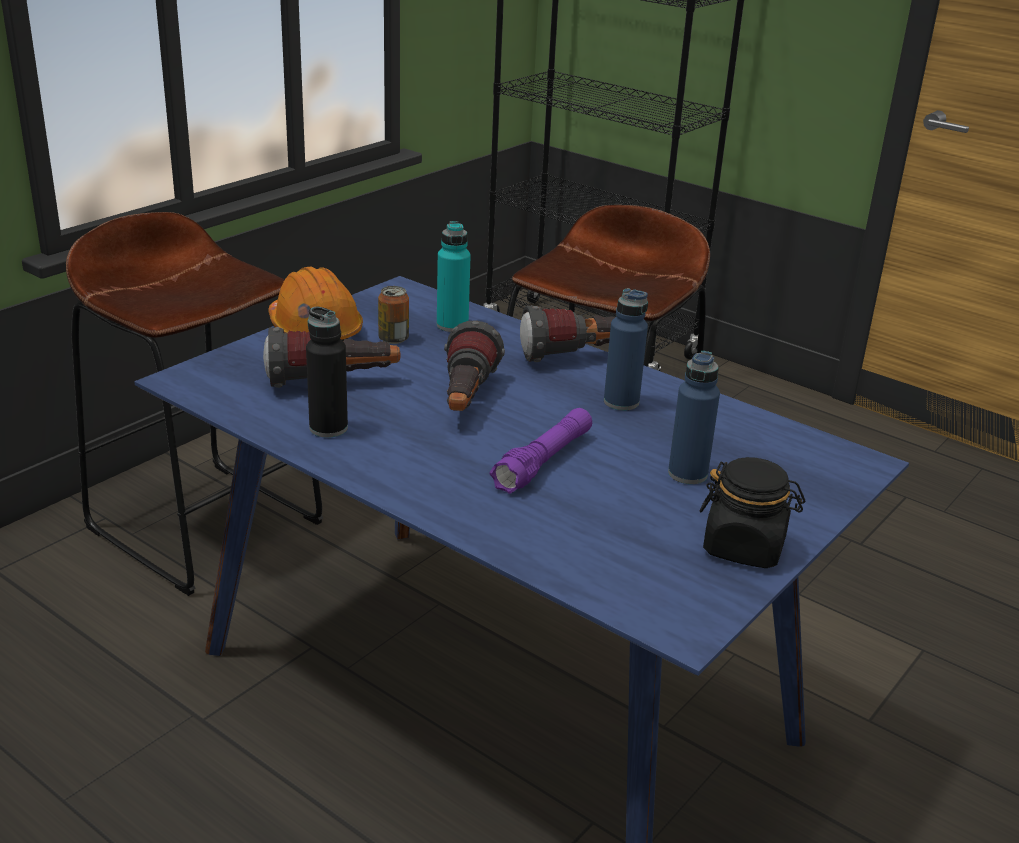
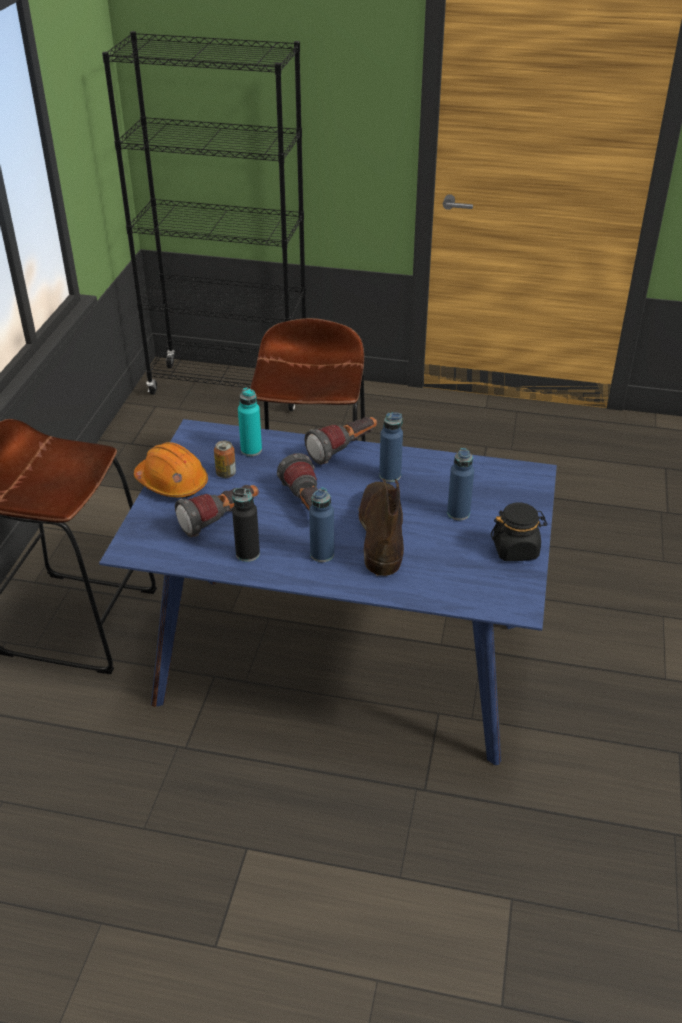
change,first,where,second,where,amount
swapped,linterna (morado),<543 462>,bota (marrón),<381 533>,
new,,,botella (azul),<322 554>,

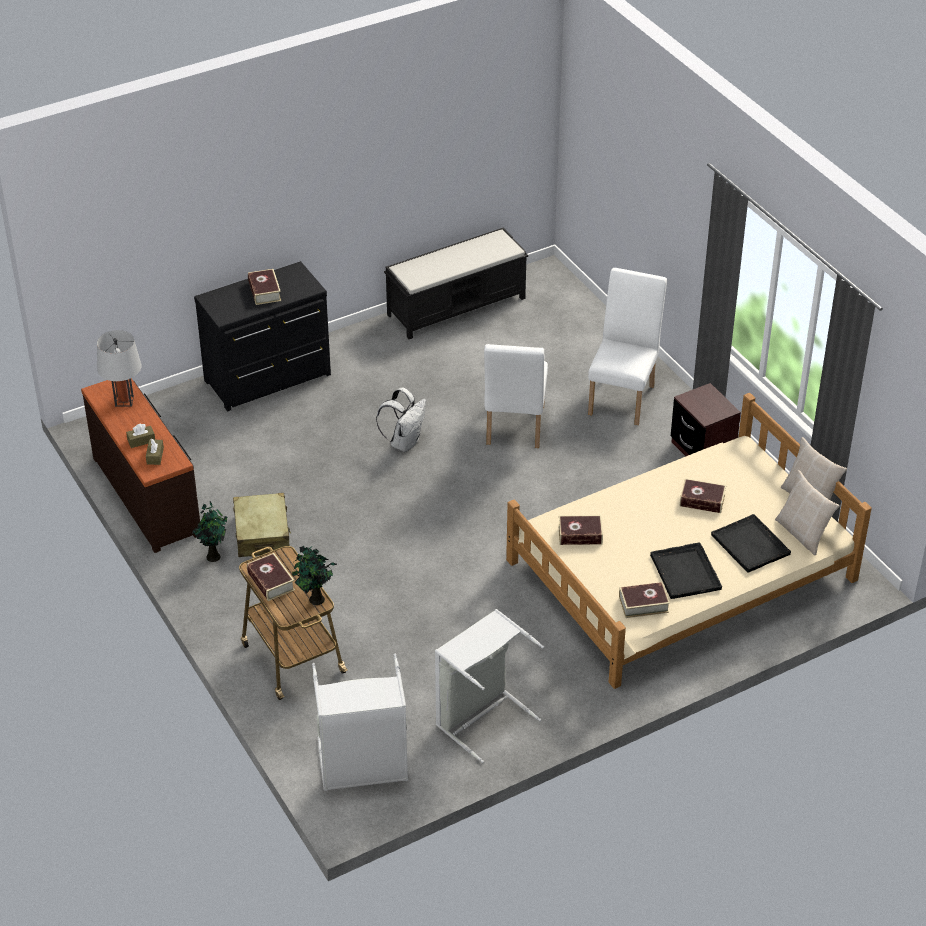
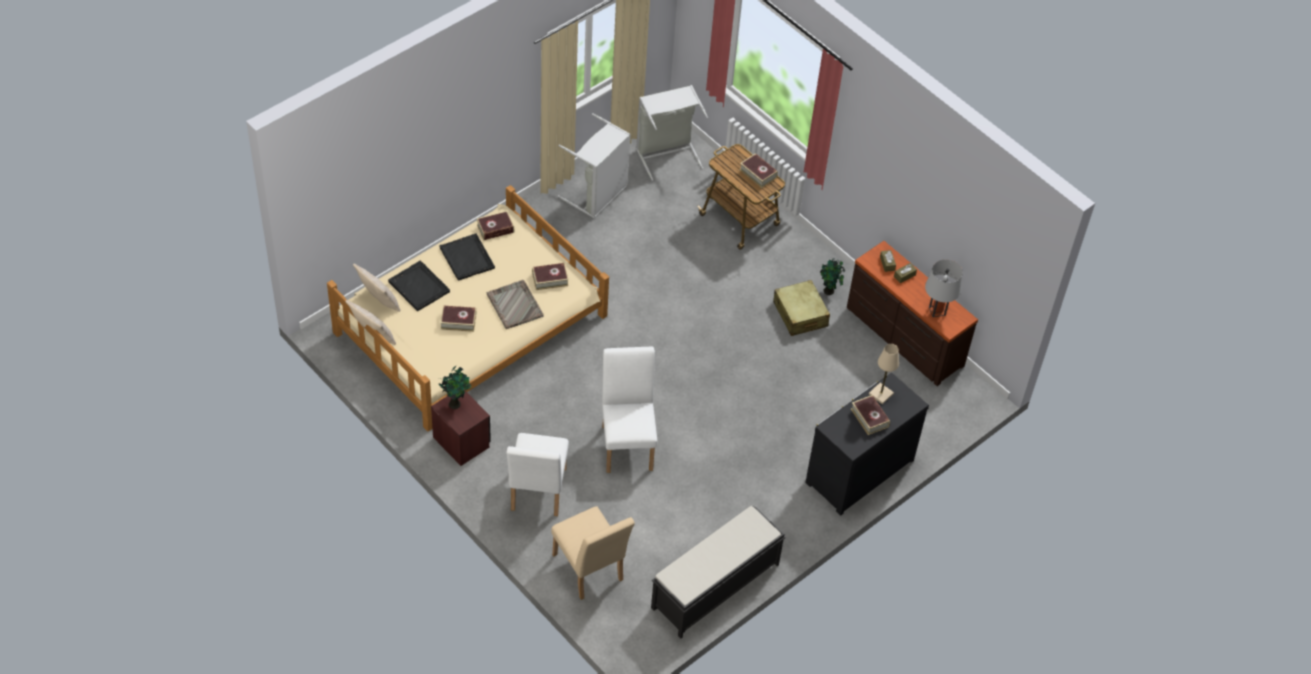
change,first,where,second,where,amount
shifted,planta en maceta,<315 600>,,<455 403>,
gone,mochila (blanco),<404 442>,,,
new,,,bandeja (gris),<514 305>,
new,,,silla (beis),<590 572>,
new,,,lámpara de mesa (beis),<881 394>,

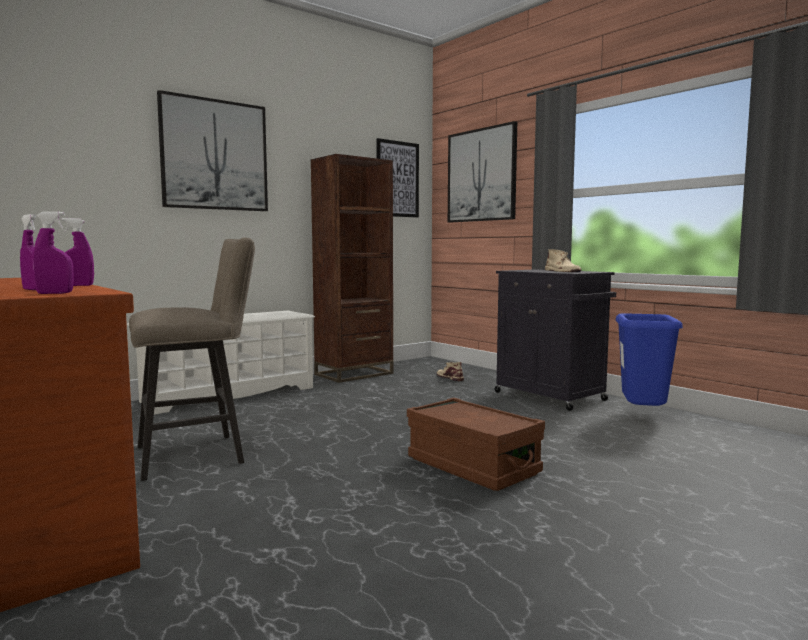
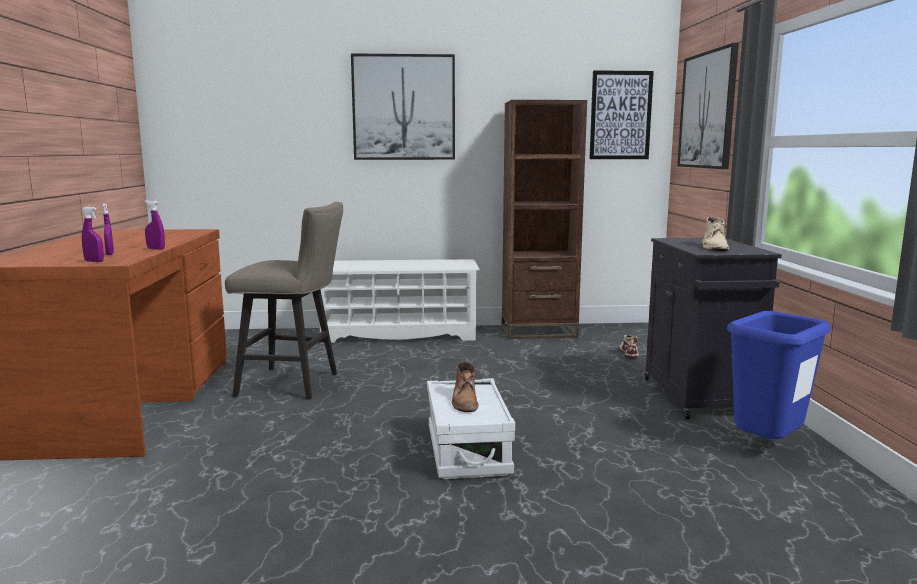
change,first,where,second,where,amount
repainted,caja de almacenaje (marrón),<472 466>,caja de almacenaje (blanco),<467 450>,
new,,,bota (marrón),<465 401>,

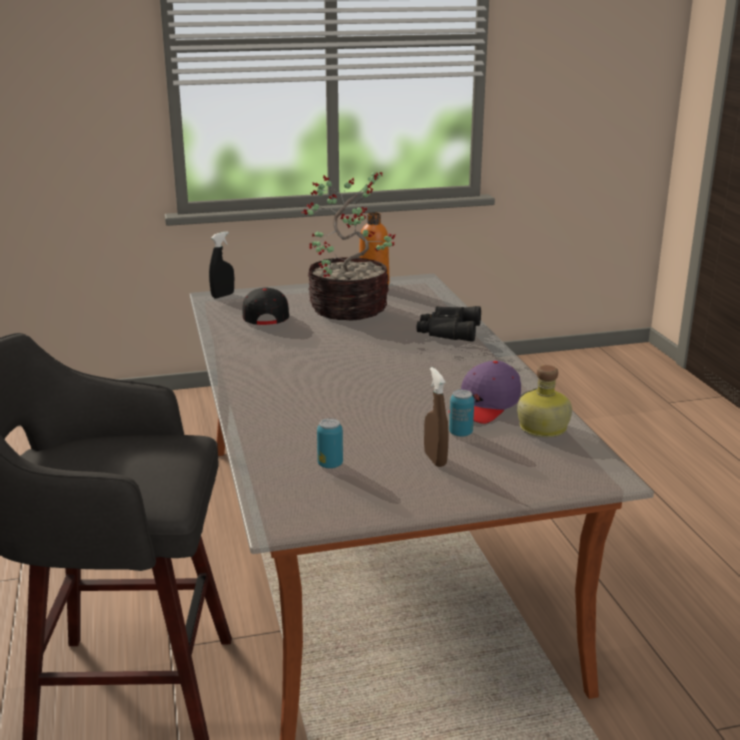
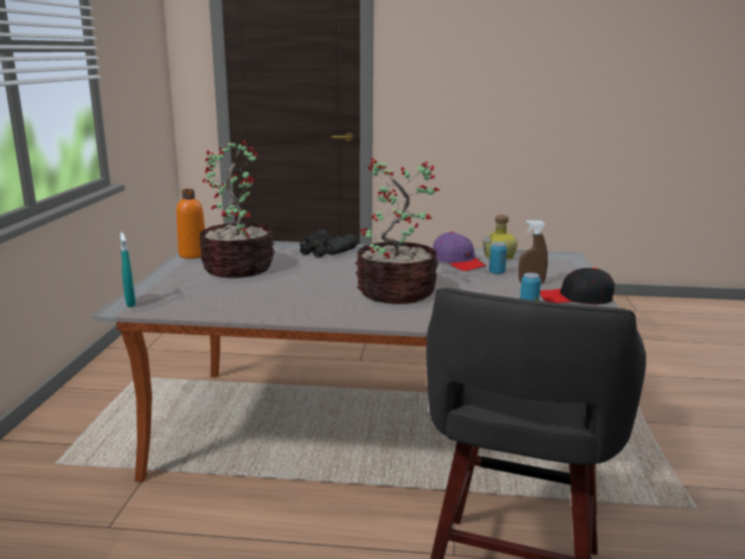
change,first,where,second,where,amount
repainted,pulverizador (negro),<223 295>,pulverizador (turquesa),<130 303>,
shifted,gorra (negro),<265 316>,,<576 298>,
new,,,planta en maceta,<394 293>,

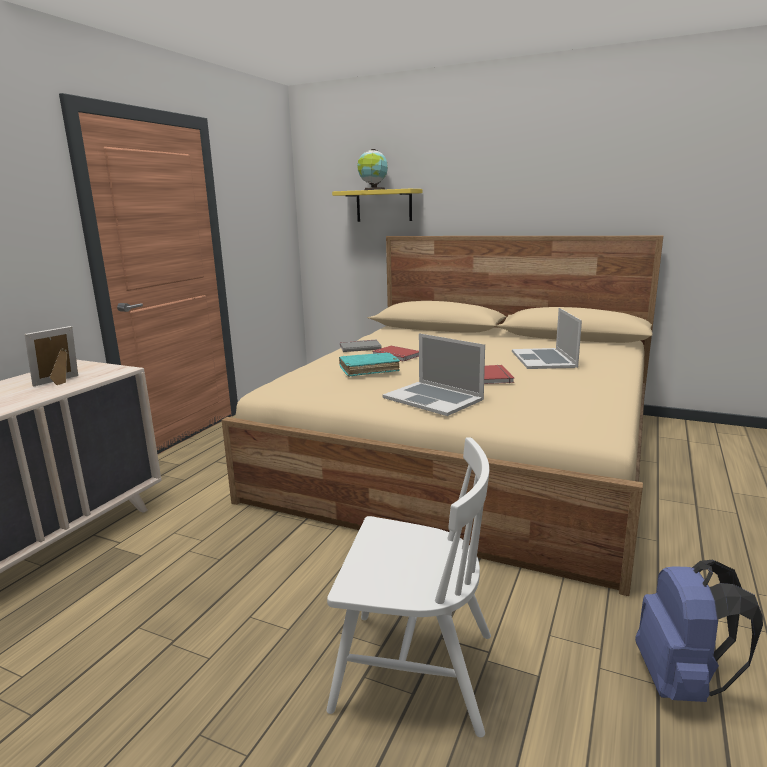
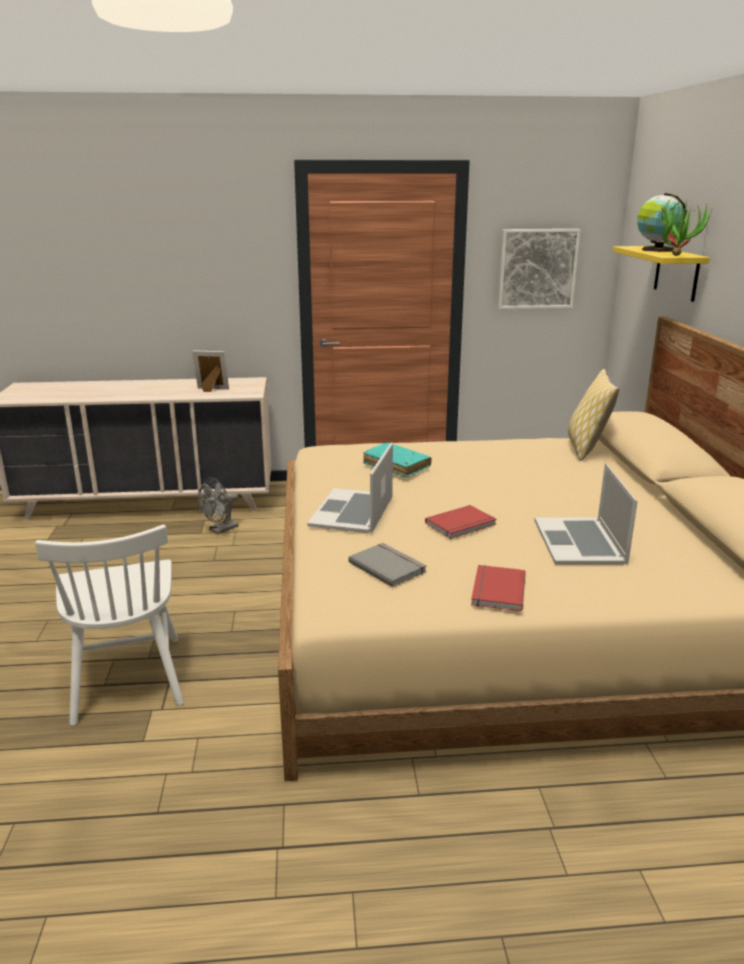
change,first,where,second,where,amount
shifted,libro (gris),<359 347>,,<388 566>,
shifted,libro (rojo),<396 355>,,<496 590>,
rotated,portátil,<544 359>,,<579 541>,60 degrees counterclockwise
gone,mochila (azul),<682 681>,,,
new,,,ventilador (gris),<220 530>,
new,,,cuadro,<537 269>,
new,,,cojín,<586 449>,
new,,,planta en maceta,<676 255>,

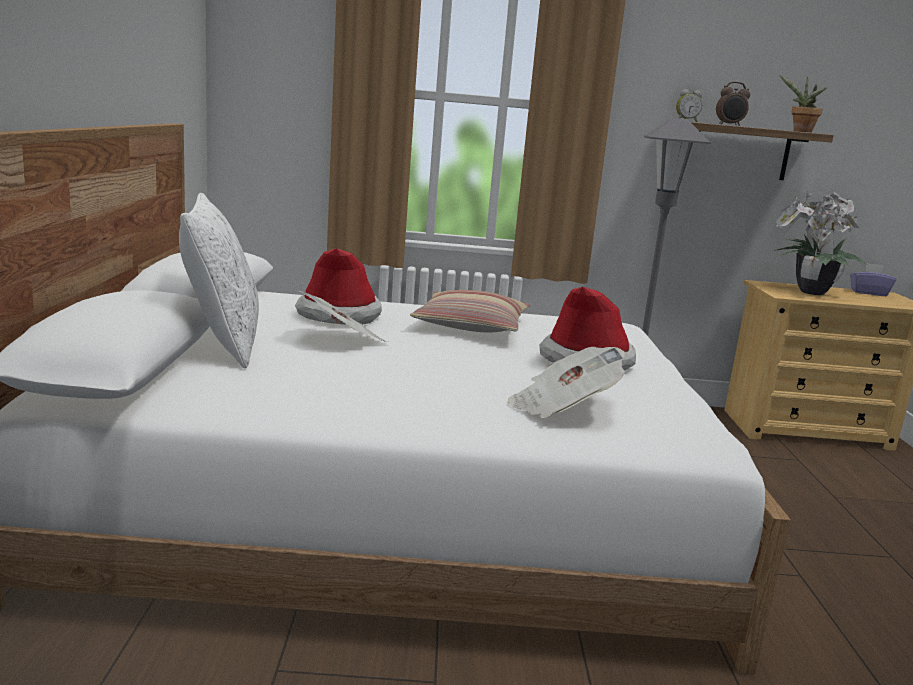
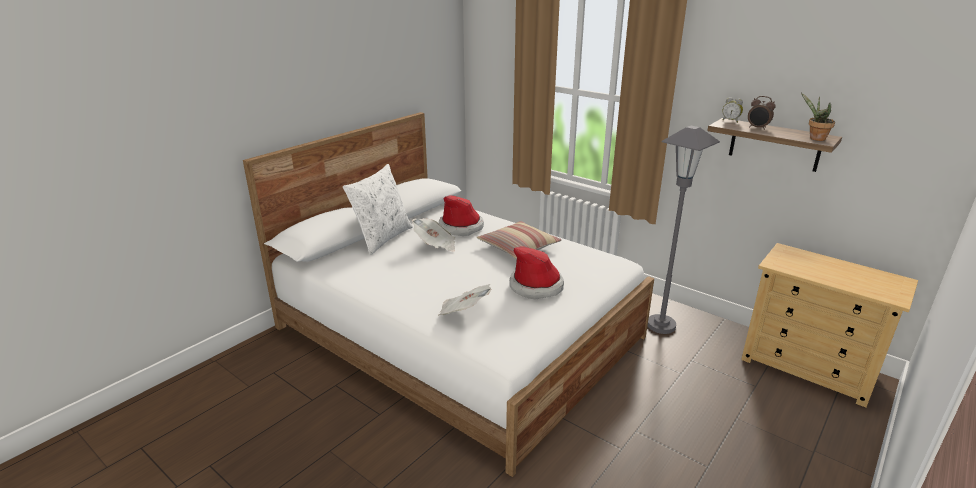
change,first,where,second,where,amount
gone,planta en maceta,<808 292>,,,
gone,caja de pañuelos (morado),<868 293>,,,

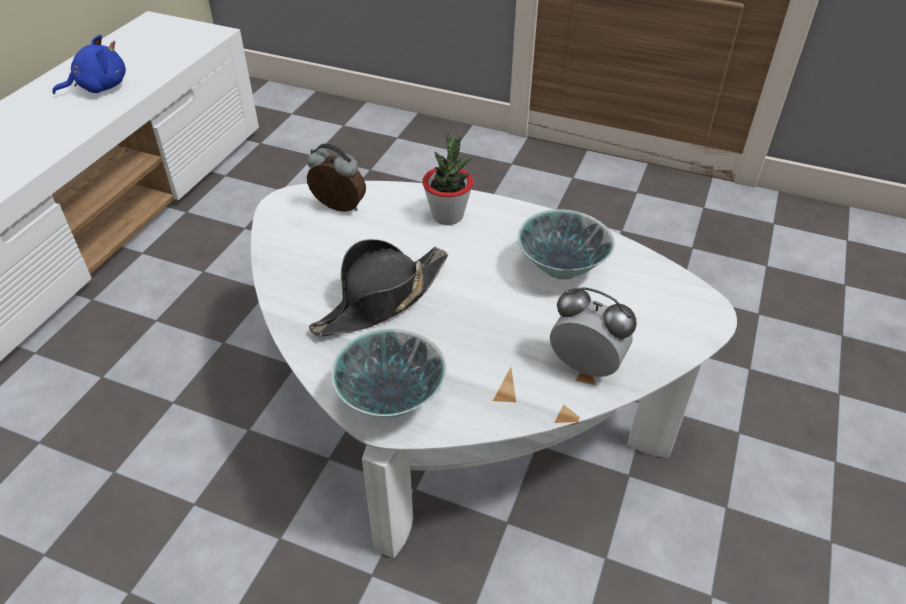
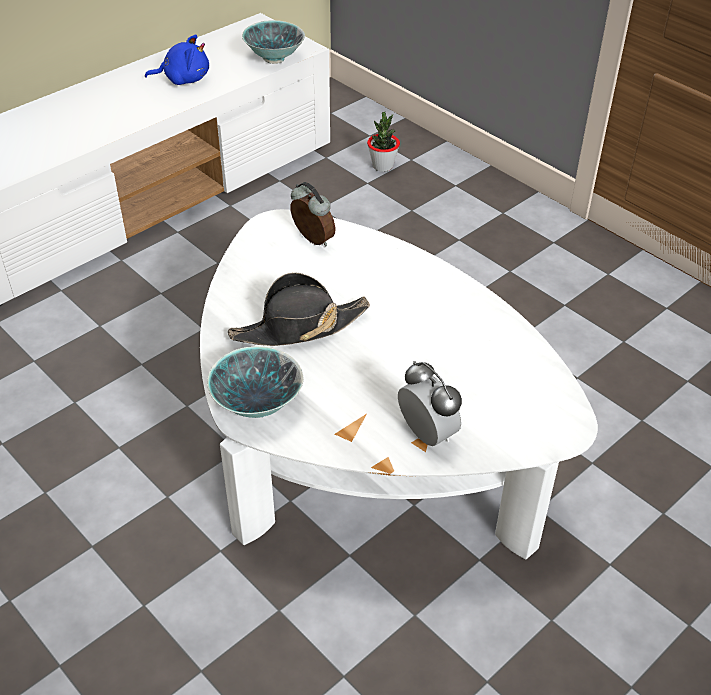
change,first,where,second,where,amount
shifted,planta en maceta,<448 216>,,<382 166>,
shifted,cuenco,<560 269>,,<274 59>,

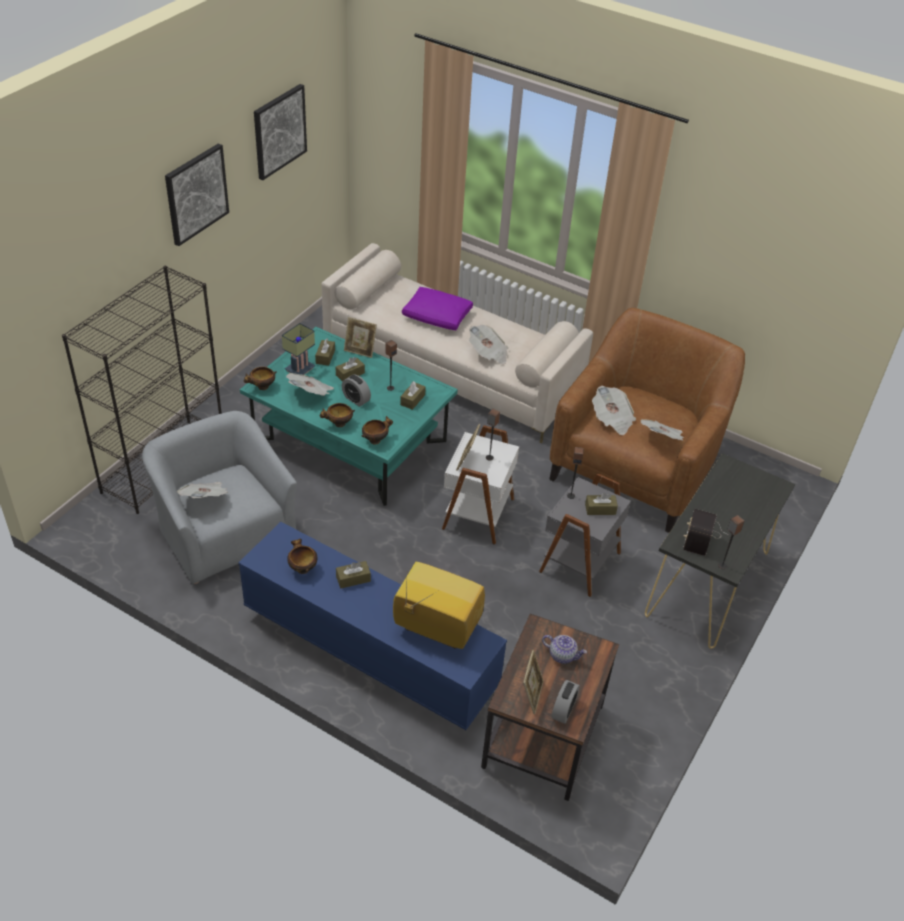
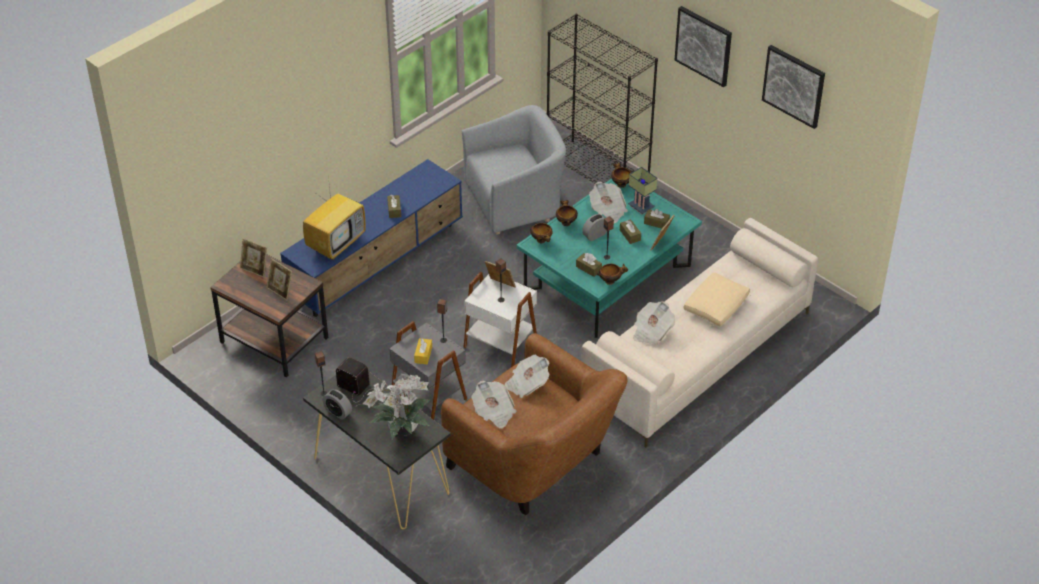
change,first,where,second,where,amount
gone,periódico,<205 499>,,,
shifted,cuenco,<302 568>,,<610 281>,
repainted,cojín (morado),<437 316>,cojín (beis),<715 306>,
swapped,tetera,<562 655>,portarretratos,<280 291>,
shifted,despertador,<563 710>,,<338 412>,
repainted,caja de pañuelos (marrón),<600 509>,caja de pañuelos (amarillo),<423 355>,
new,,,planta en maceta,<400 431>,

